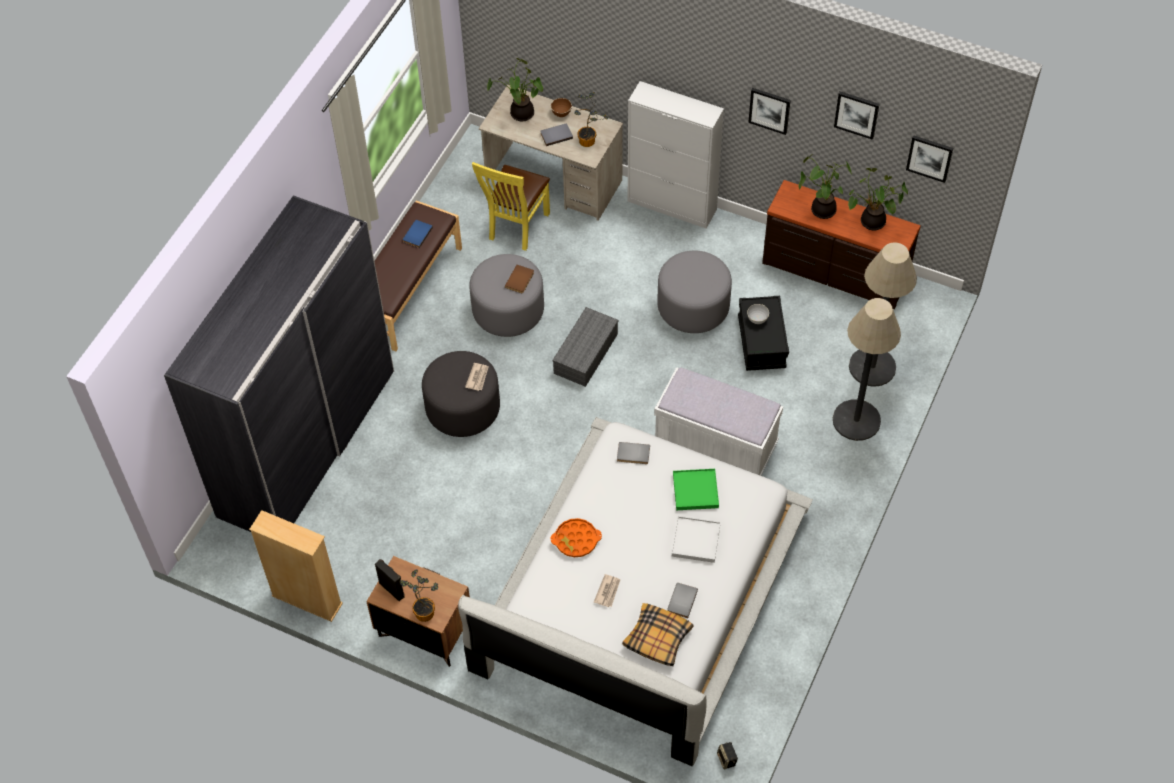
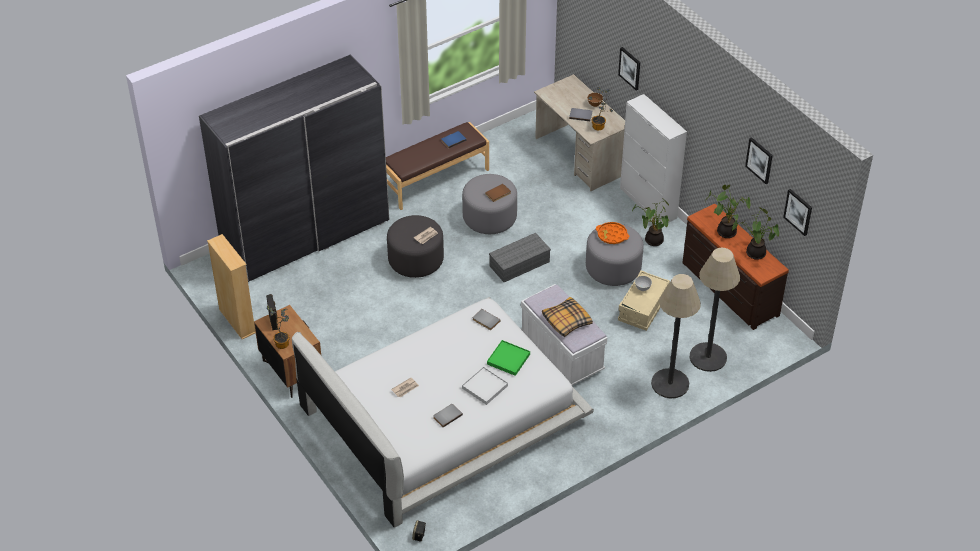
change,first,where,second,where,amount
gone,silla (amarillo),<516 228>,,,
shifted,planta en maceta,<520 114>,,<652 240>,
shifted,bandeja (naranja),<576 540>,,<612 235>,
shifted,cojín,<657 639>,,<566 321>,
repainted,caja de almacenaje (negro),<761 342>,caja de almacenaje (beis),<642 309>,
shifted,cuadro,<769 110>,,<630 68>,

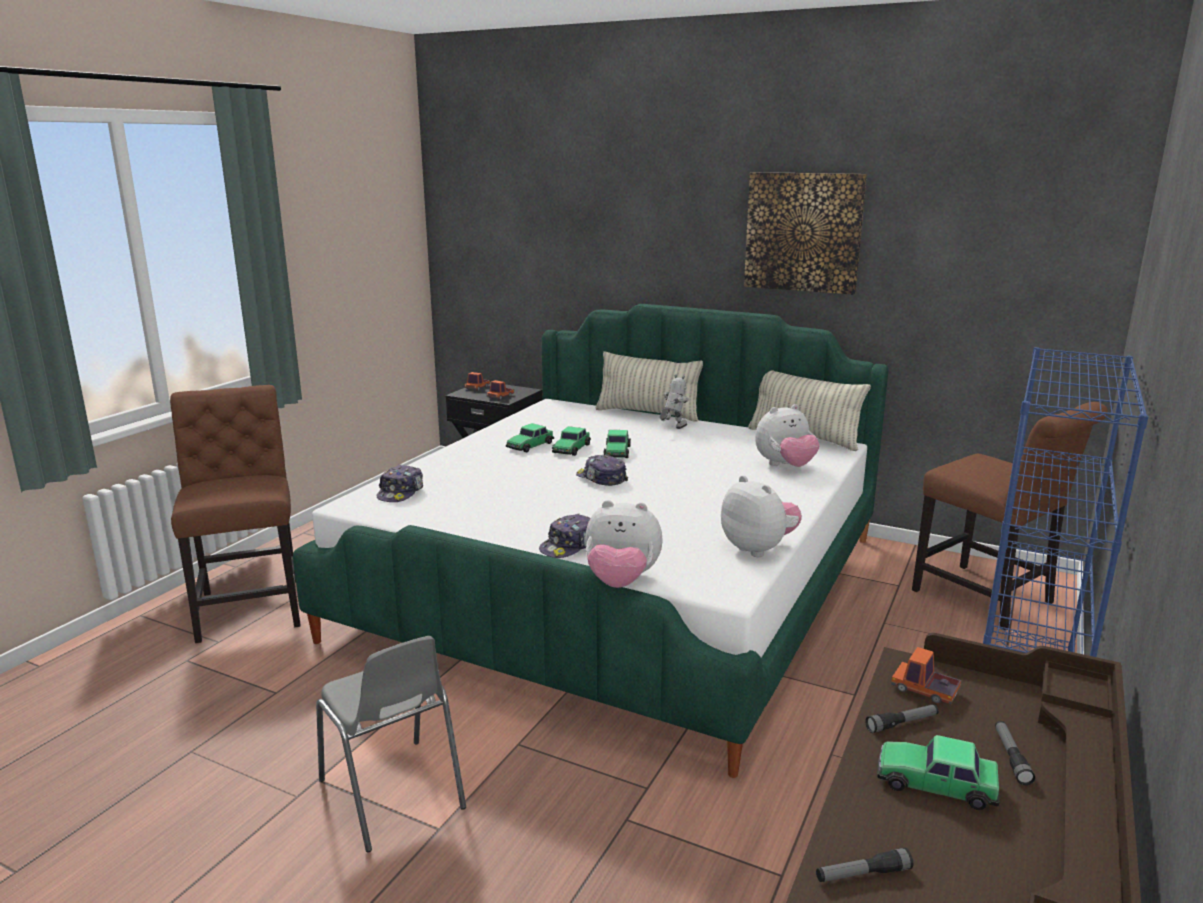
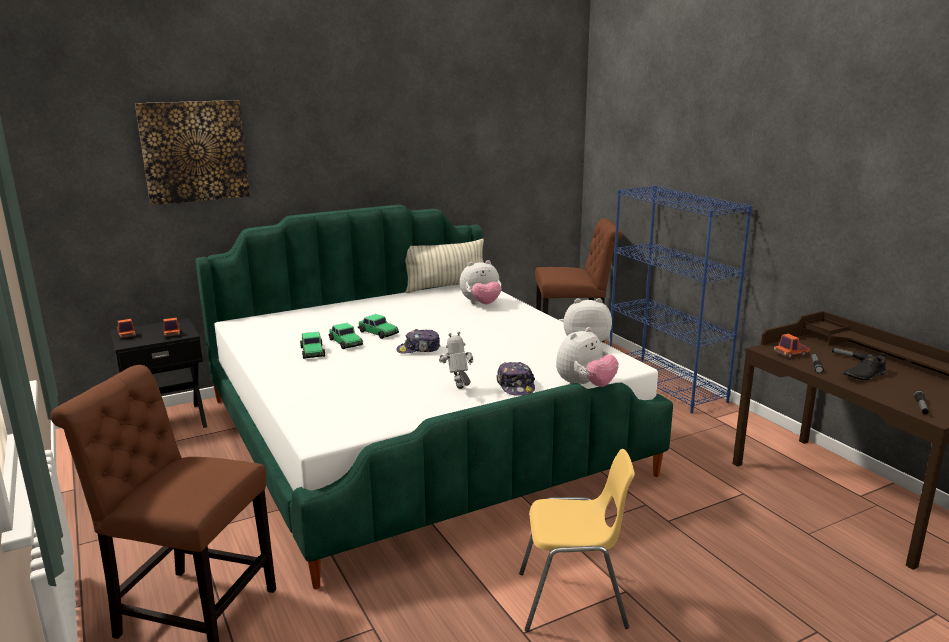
change,first,where,second,where,amount
repainted,silla (gris),<392 795>,silla (amarillo),<573 601>,
gone,gorra,<401 492>,,,
gone,cojín,<648 413>,,,
shifted,robot de juguete,<672 429>,,<459 391>,
shifted,cuadro,<803 232>,,<194 151>,
rotated,peluche,<785 466>,,<481 304>,60 degrees clockwise
swapped,coche de juguete,<935 783>,zapato (negro),<864 375>,

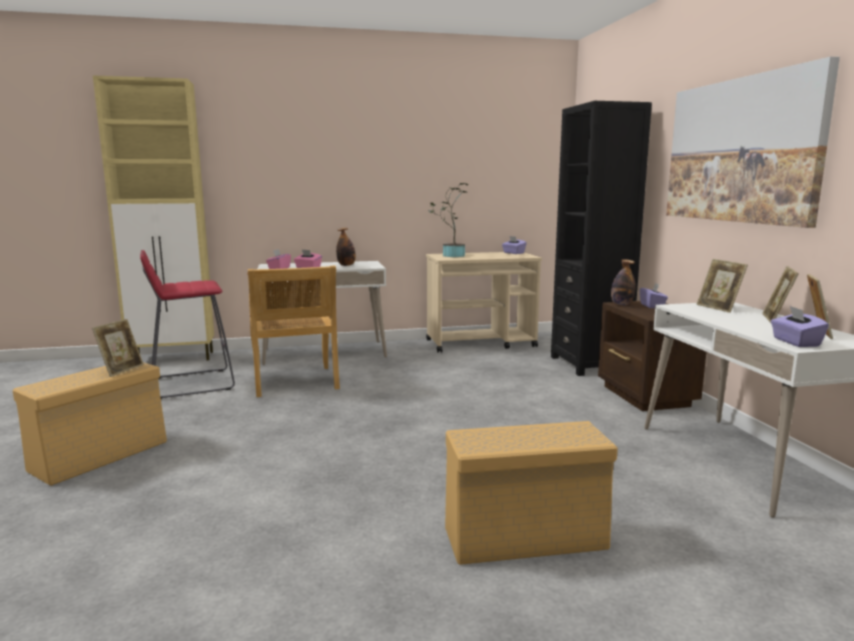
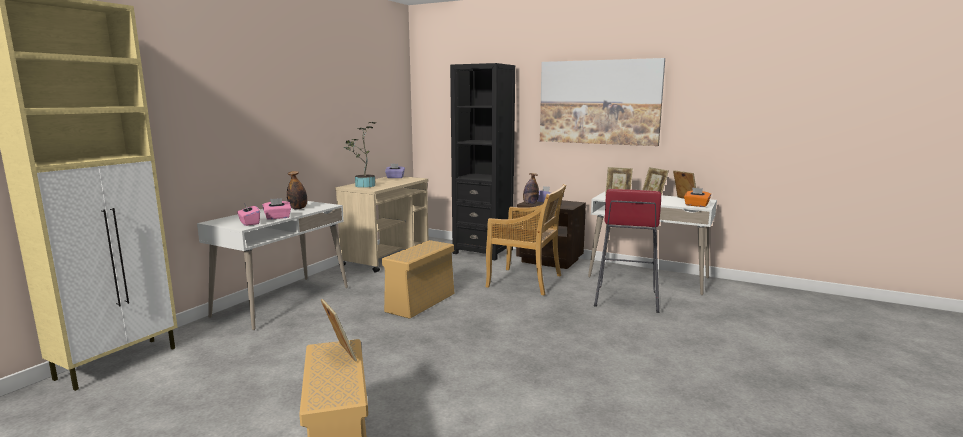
change,first,where,second,where,amount
shifted,taburete (rojo),<191 383>,,<625 299>,
shifted,silla (beis),<295 382>,,<526 281>,
shifted,caja de almacenaje (beis),<527 538>,,<421 302>,
repainted,caja de pañuelos (morado),<795 342>,caja de pañuelos (naranja),<696 205>,

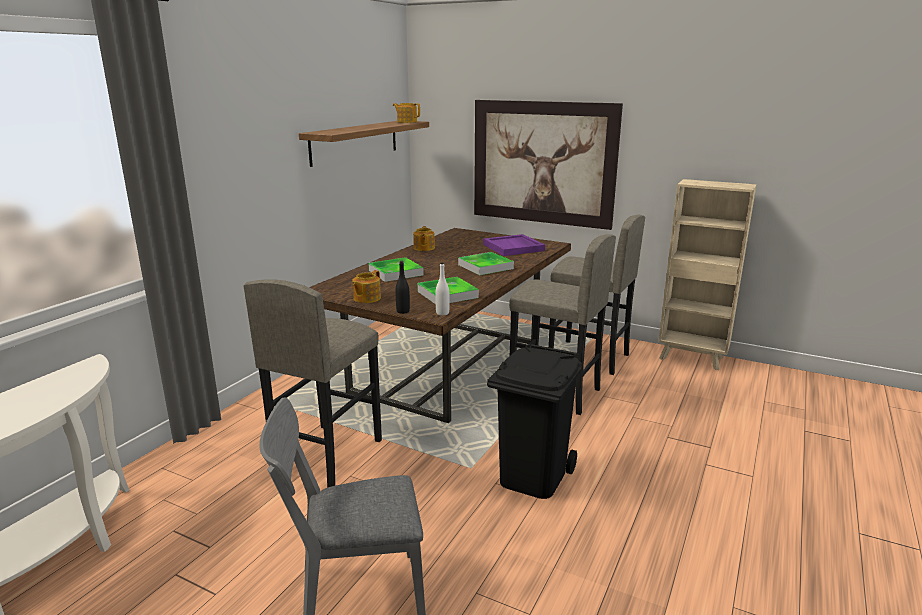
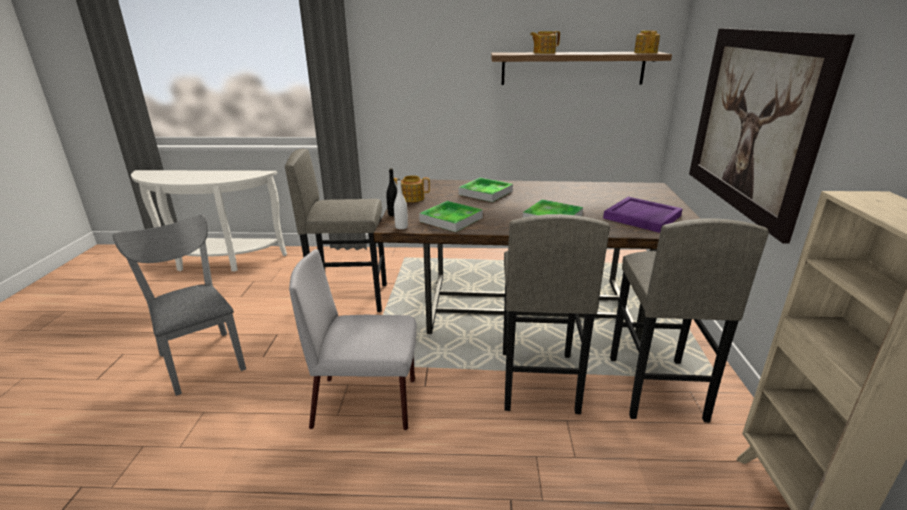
change,first,where,second,where,amount
shifted,tetera,<423 248>,,<543 53>,
swapped,papelera (negro),<531 476>,silla (gris),<367 403>,

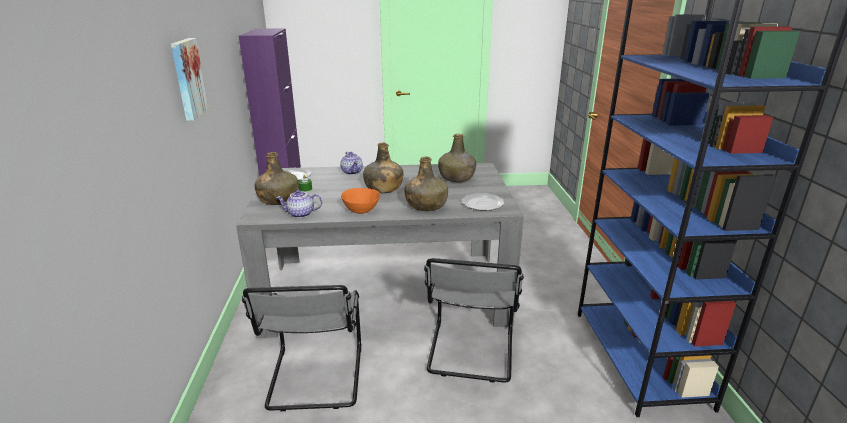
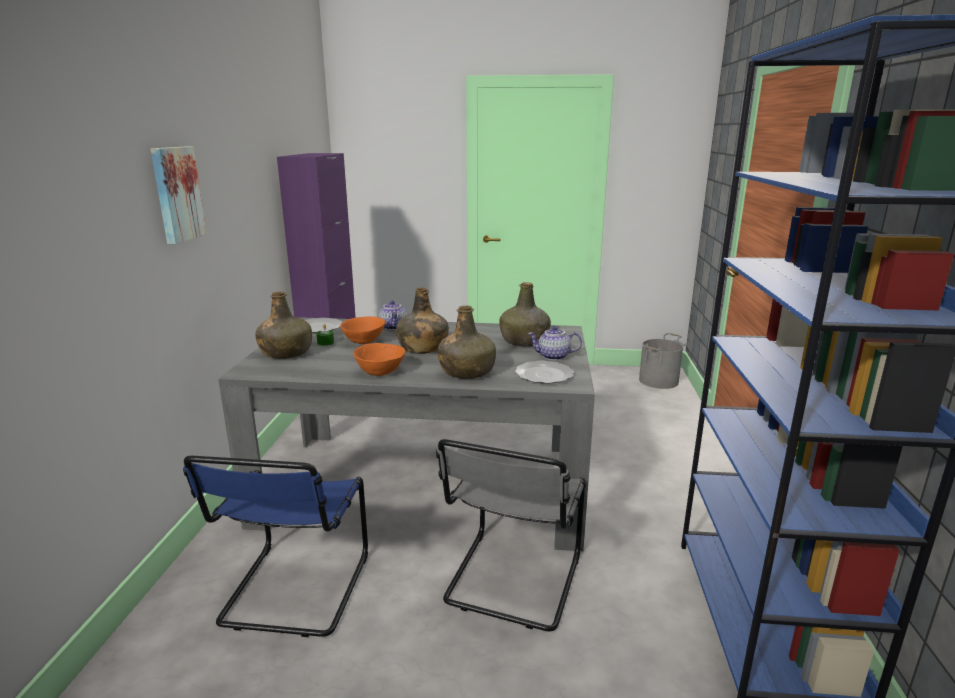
change,first,where,second,where,amount
repainted,silla (gris),<315 379>,silla (azul),<294 592>,
shifted,tetera,<300 214>,,<553 357>,
new,,,cuenco (naranja),<363 341>,
new,,,cubo (gris),<658 380>,

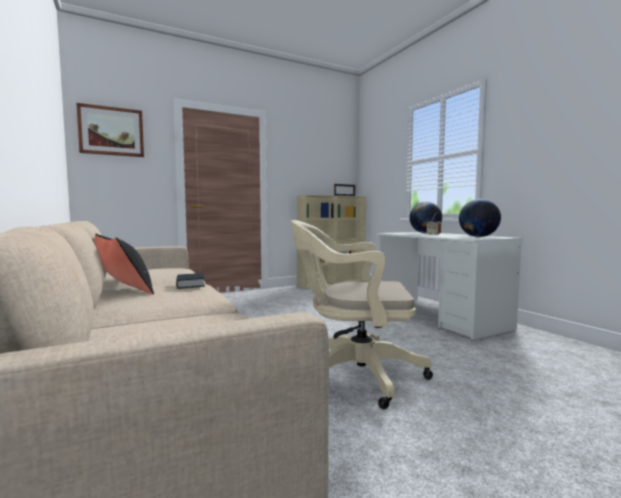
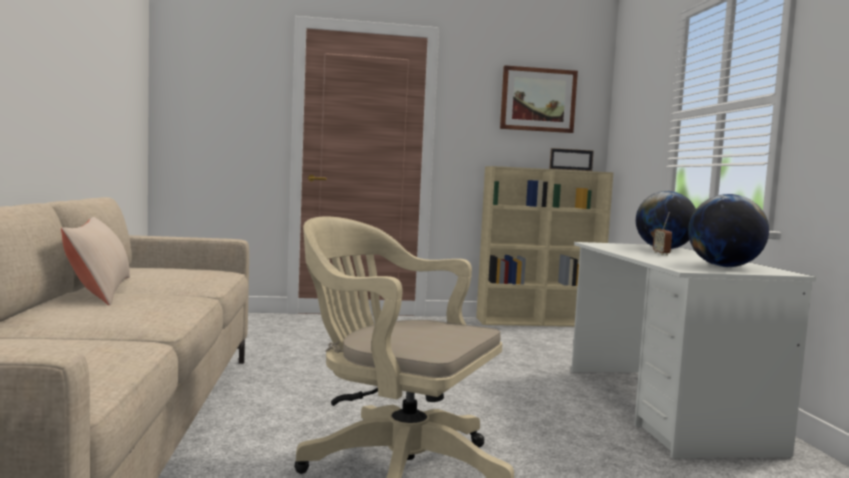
change,first,where,second,where,amount
shifted,cuadro,<111 131>,,<538 100>,
repainted,cojín (negro),<121 287>,cojín (beis),<100 290>,
gone,libro,<190 285>,,,

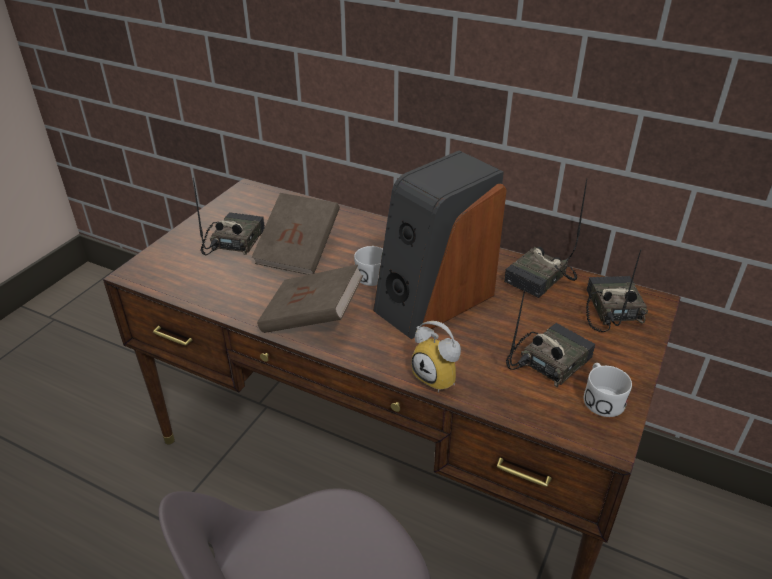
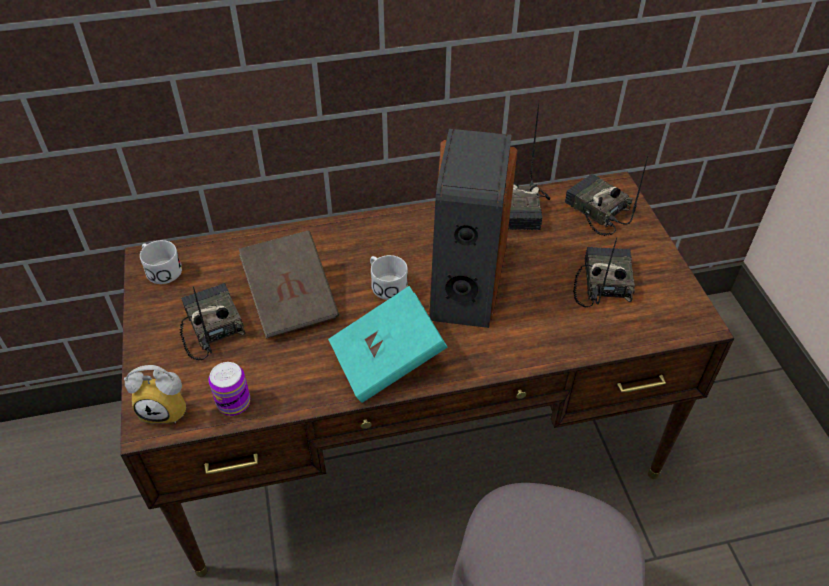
change,first,where,second,where,amount
repainted,libro (marrón),<312 318>,libro (turquesa),<387 361>,
shifted,despertador,<439 377>,,<167 408>,
shifted,taza grande (blanco),<600 397>,,<160 269>,
new,,,lata,<234 403>,

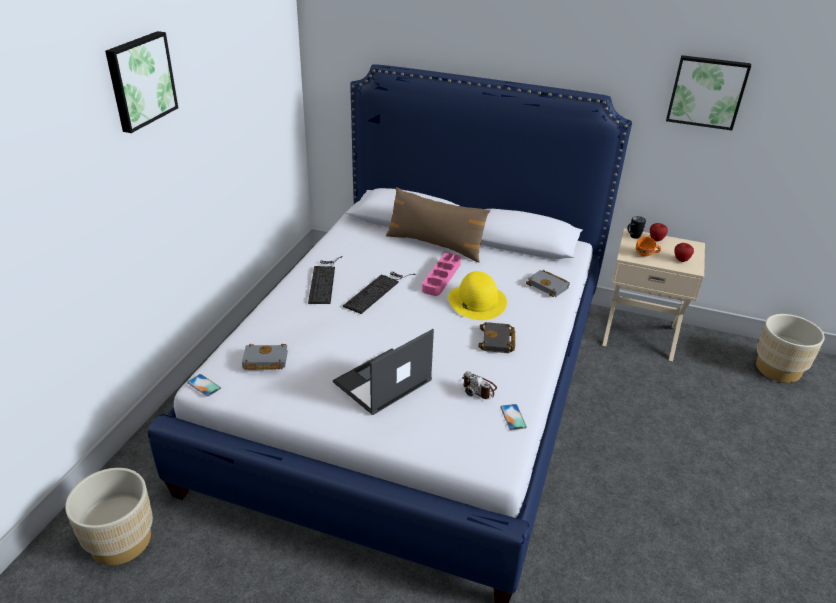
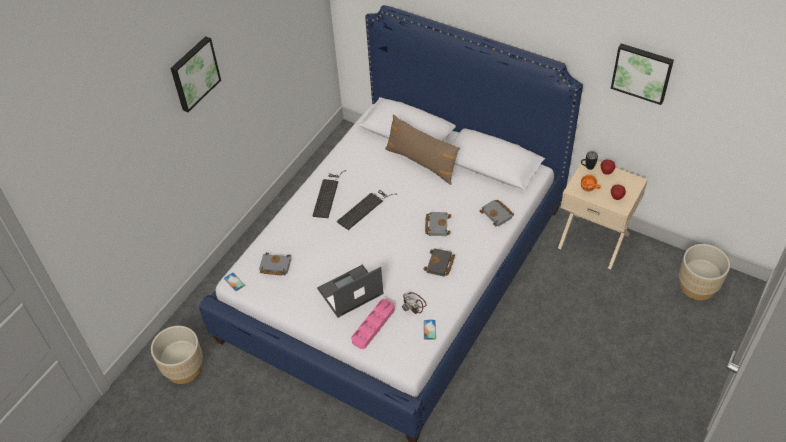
change,first,where,second,where,amount
shifted,bandeja (rosa),<441 277>,,<373 325>,
swapped,sombrero (amarillo),<477 301>,libro (gris),<436 225>,

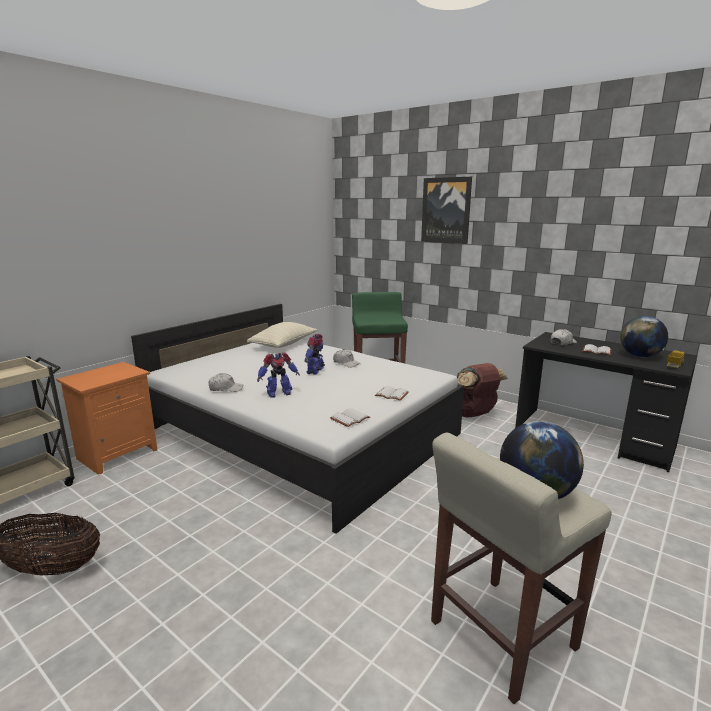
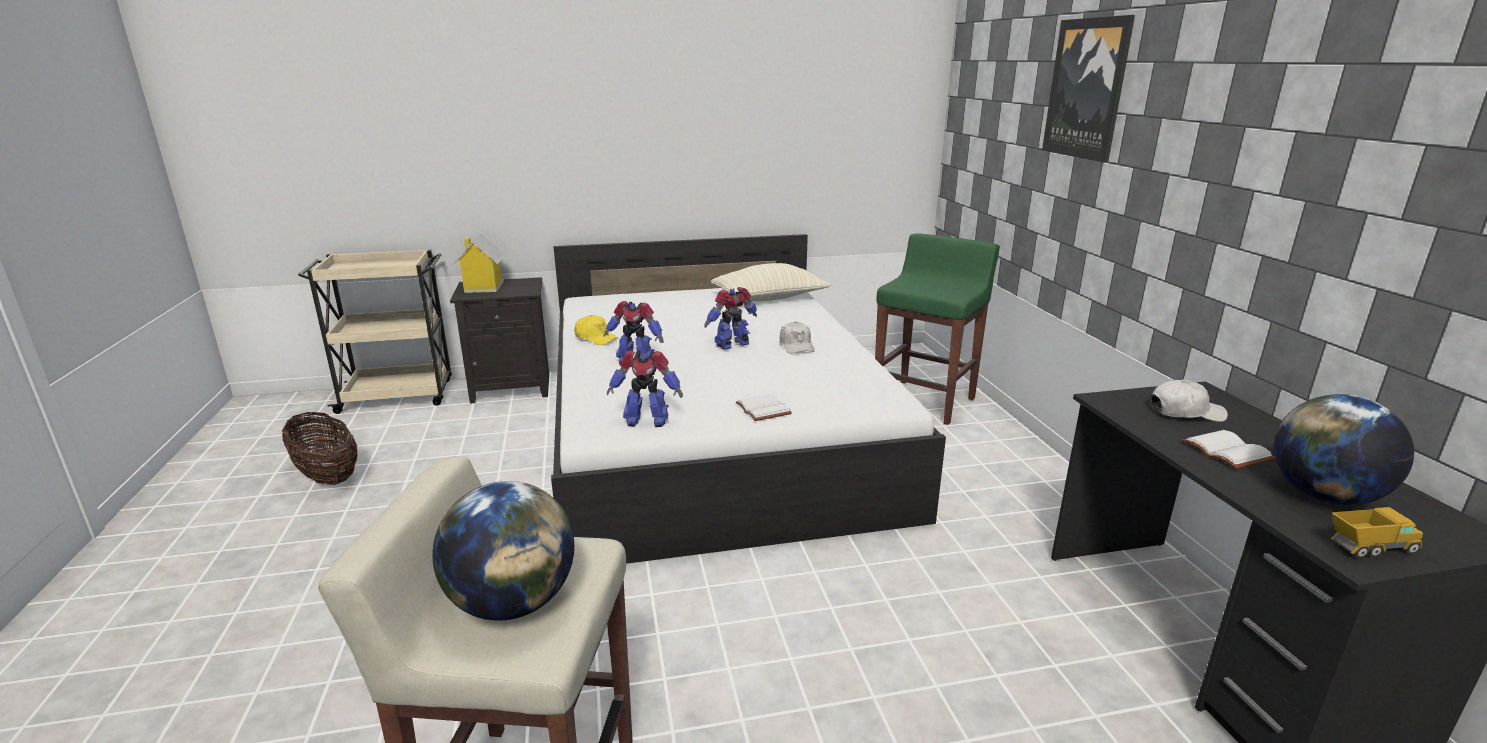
change,first,where,second,where,amount
repainted,mesita de noche (naranja),<118 453>,mesita de noche (negro),<512 387>,
repainted,gorra (blanco),<226 388>,gorra (amarillo),<596 338>,
swapped,libro (blanco),<349 418>,robot de juguete,<646 420>,
gone,mochila (marrón),<471 414>,,,
new,,,casita,<483 287>,

